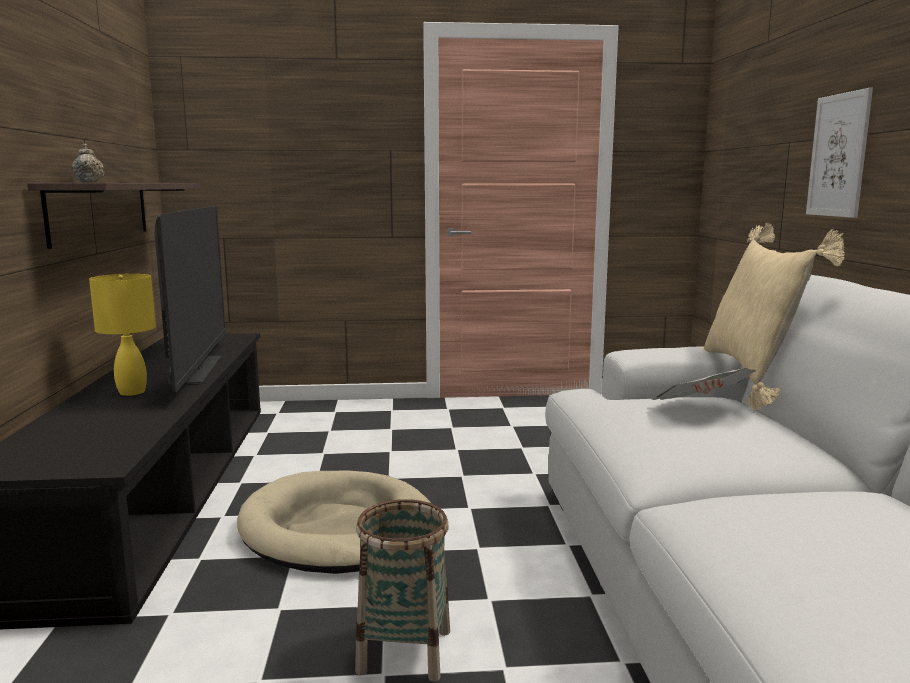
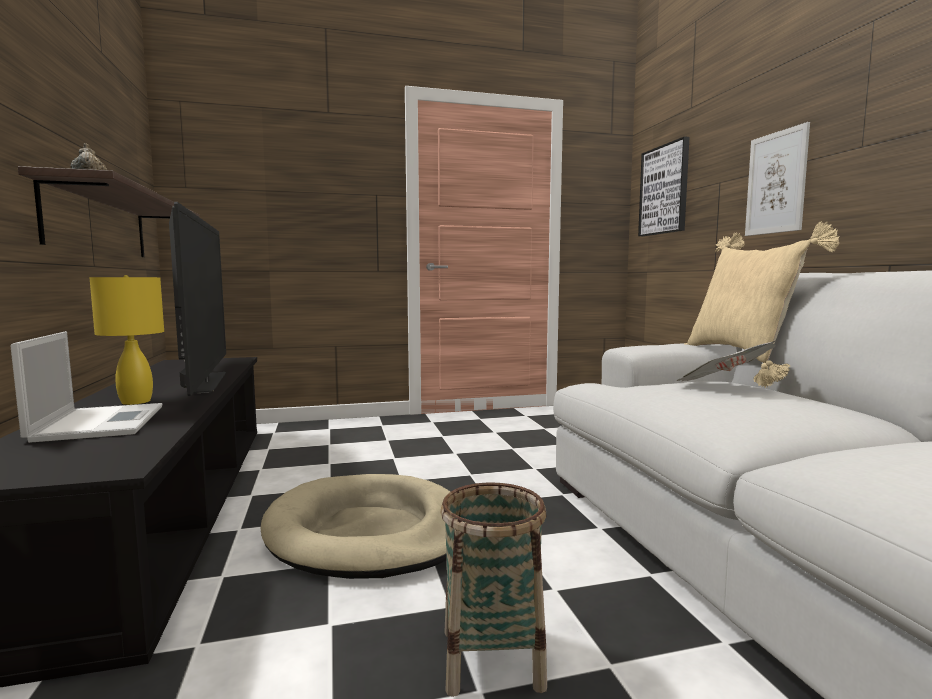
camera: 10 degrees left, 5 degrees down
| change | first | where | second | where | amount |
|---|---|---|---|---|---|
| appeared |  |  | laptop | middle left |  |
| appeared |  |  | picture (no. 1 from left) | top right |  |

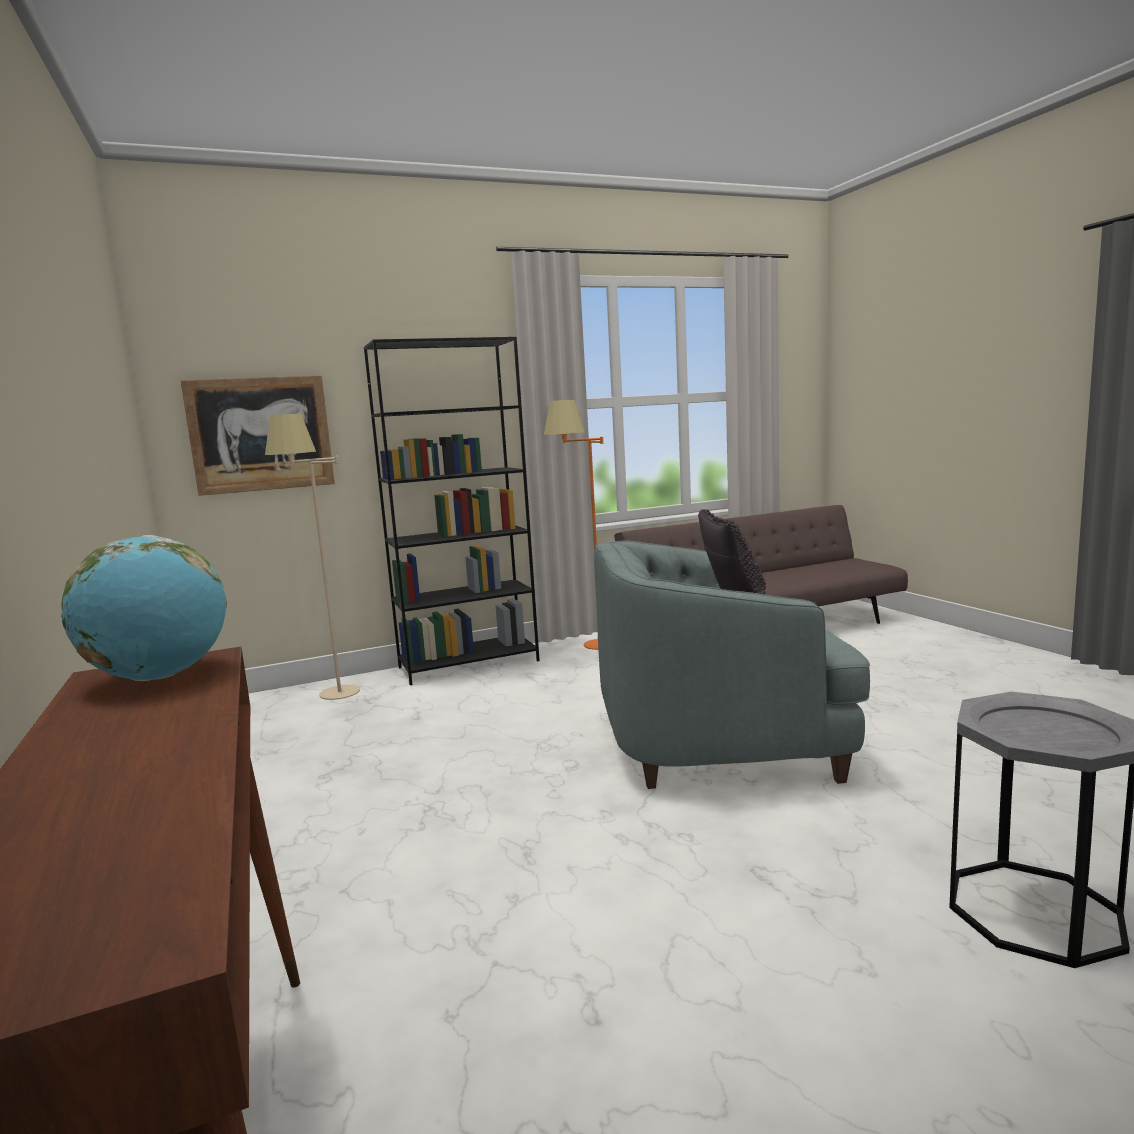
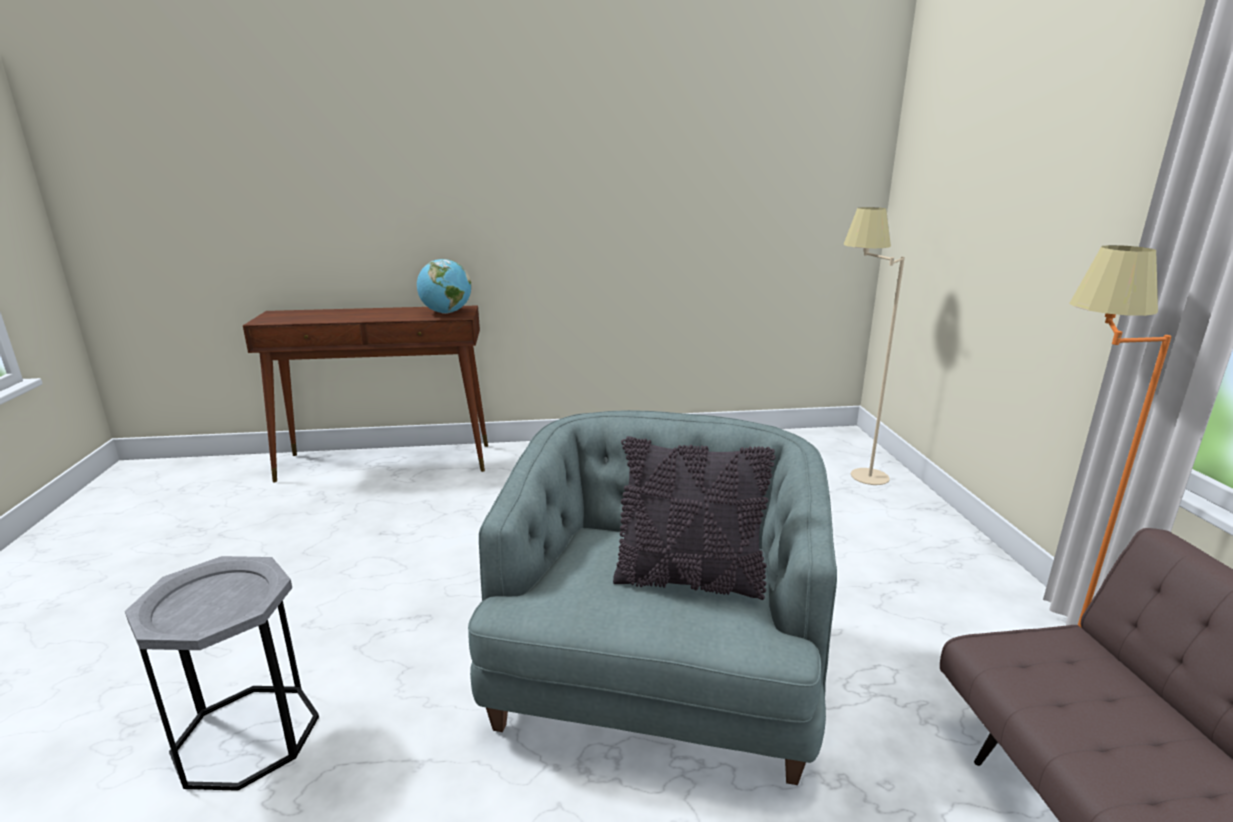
camera: 105 degrees right, 10 degrees up
| change | first | where | second | where | amount |
|---|---|---|---|---|---|
| missing | picture | middle left |  |  |  |
| missing | black bookcase | centre |  |  |  |

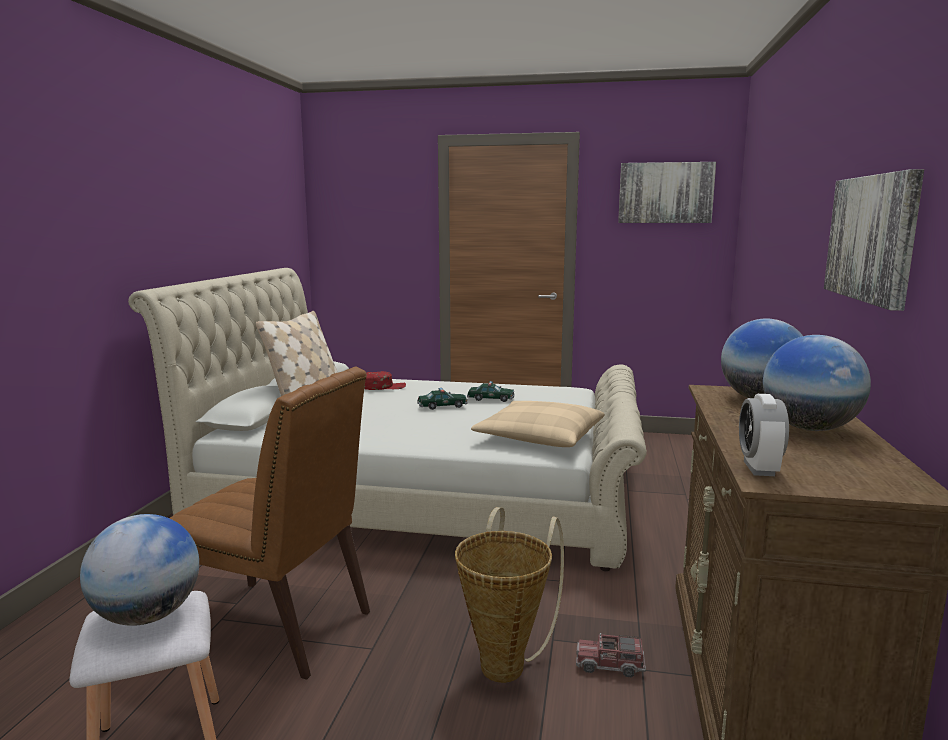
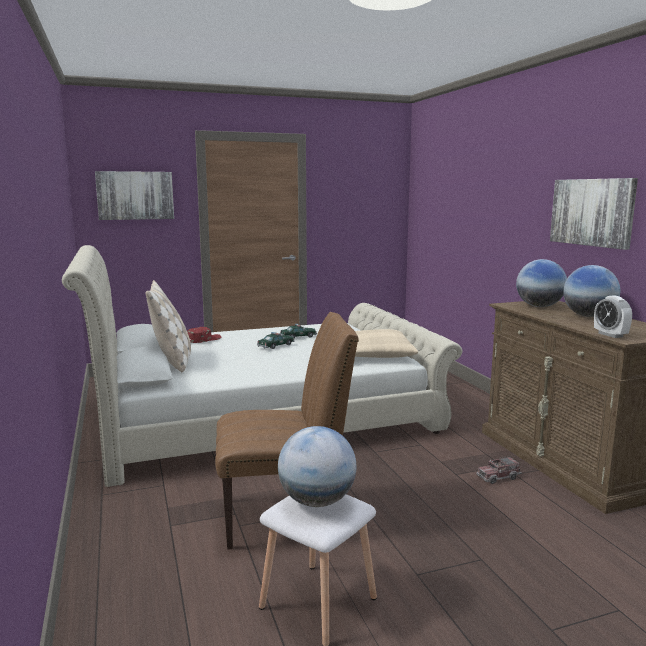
camera: 30 degrees left, 0 degrees up
| change | first | where | second | where | amount |
|---|---|---|---|---|---|
| missing | basket | bottom centre |  |  |  |
| relocated | picture (no. 1 from left) | top right |  | top left |  |

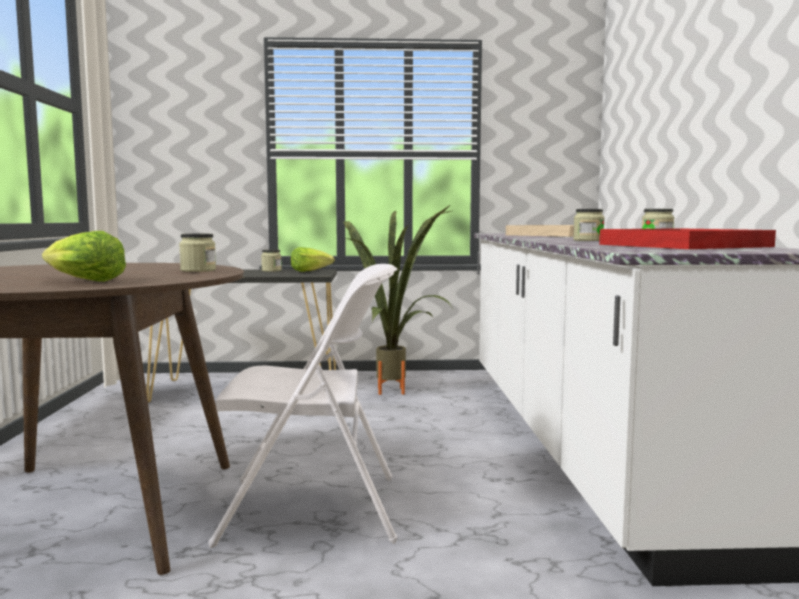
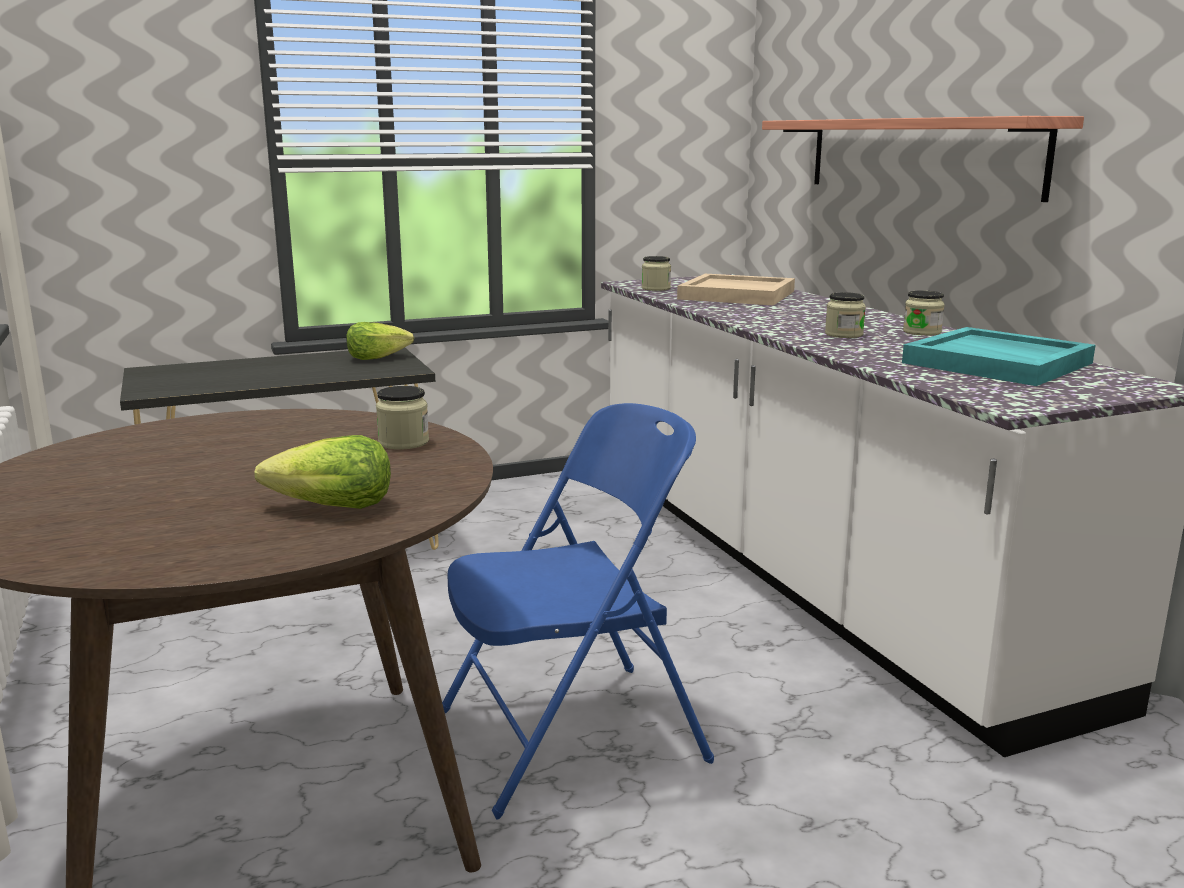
camera: 20 degrees left, 10 degrees up
| change | first | where | second | where | amount |
|---|---|---|---|---|---|
| missing | potted plant | centre |  |  |  |
| appeared |  |  | shelf | top right |  |
| relocated | jar (no. 2 from left) | centre |  | top centre |  |
| colour | white chair | bottom centre | blue chair | bottom centre |  |
| colour | red tray | middle right | turquoise tray | middle right |  |

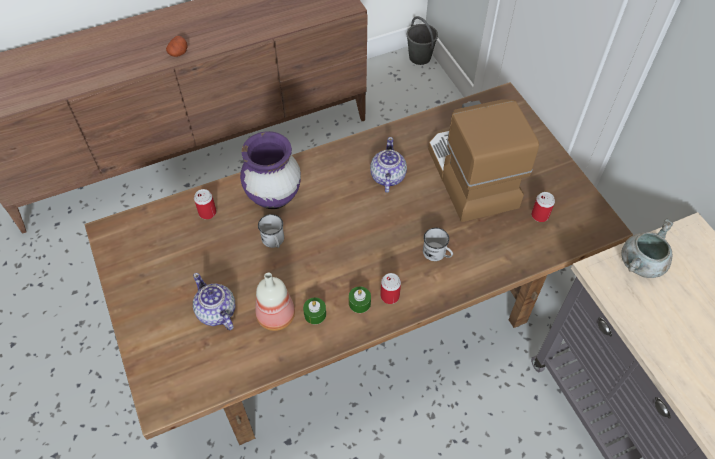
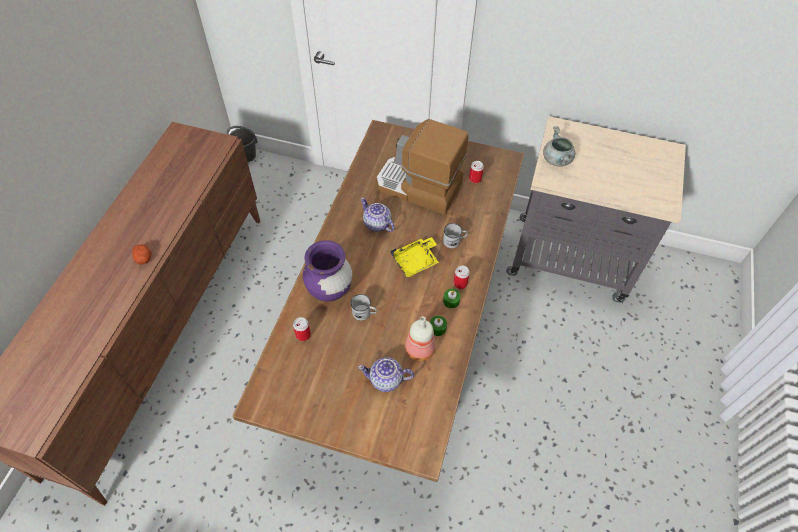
camera: 50 degrees left, 0 degrees up
| change | first | where | second | where | amount |
|---|---|---|---|---|---|
| appeared |  |  | yellow tray | centre |  |

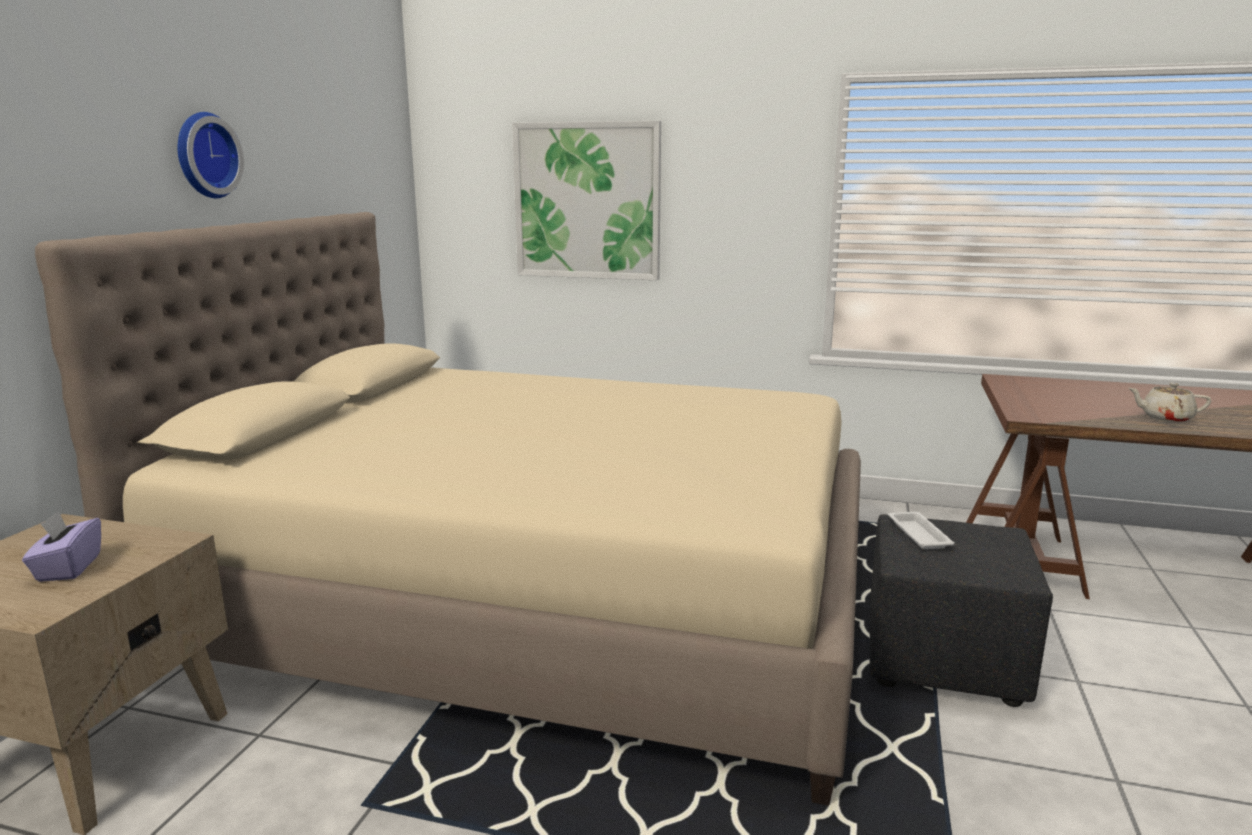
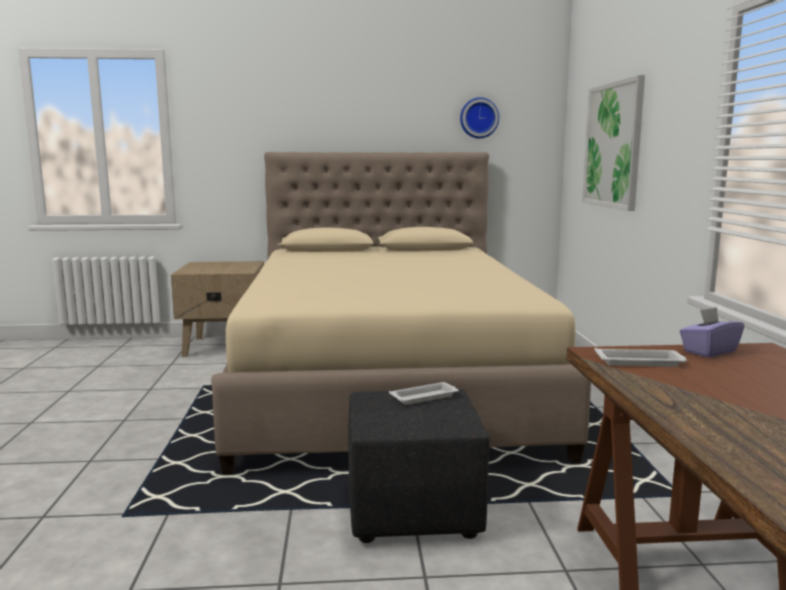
camera: 70 degrees right, 5 degrees down
| change | first | where | second | where | amount |
|---|---|---|---|---|---|
| missing | beige teapot | middle right |  |  |  |
| appeared |  |  | white tray (no. 2 from left) | middle right |  |
| relocated | purple tissue box | middle left |  | middle right |  |
| relocated | wall clock | top left |  | top centre |  |

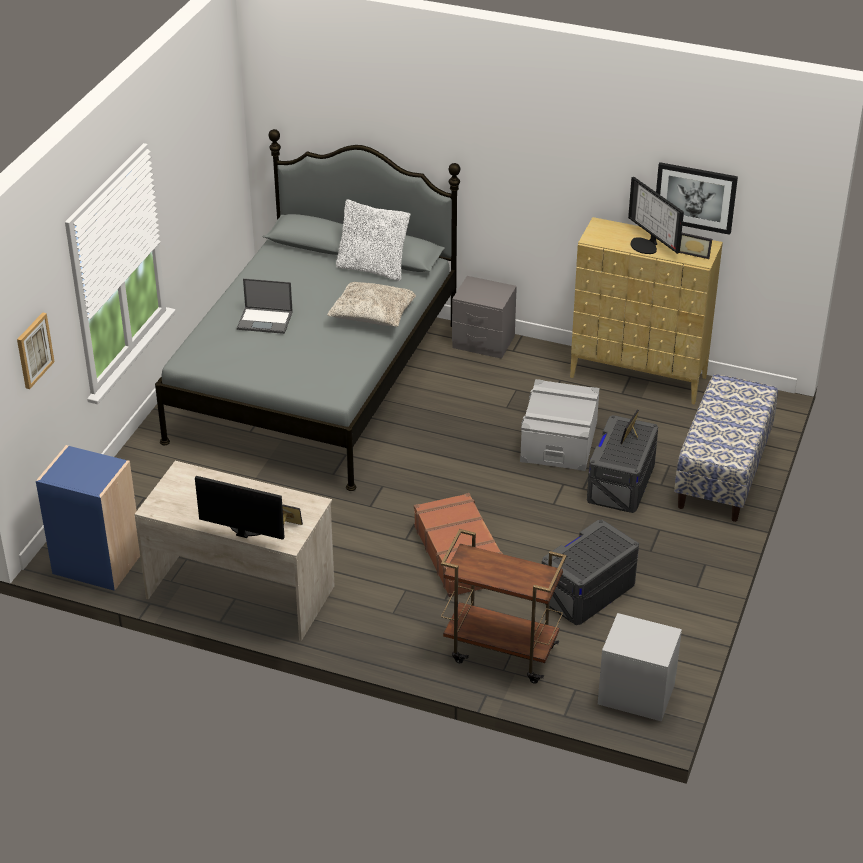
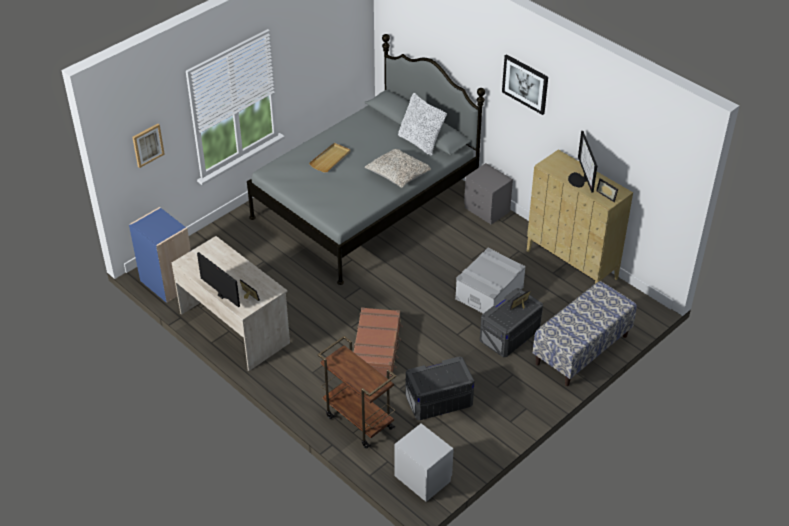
camera: 25 degrees right, 5 degrees up
| change | first | where | second | where | amount |
|---|---|---|---|---|---|
| relocated | picture (no. 2 from left) | top right |  | top centre |  |
| exchanged | laptop | middle left | beige tray | top centre |  |

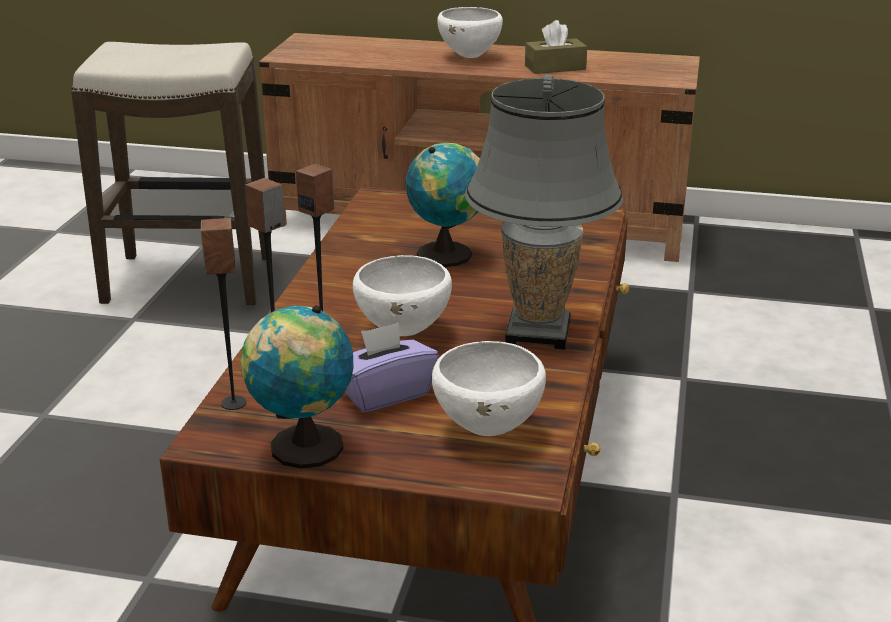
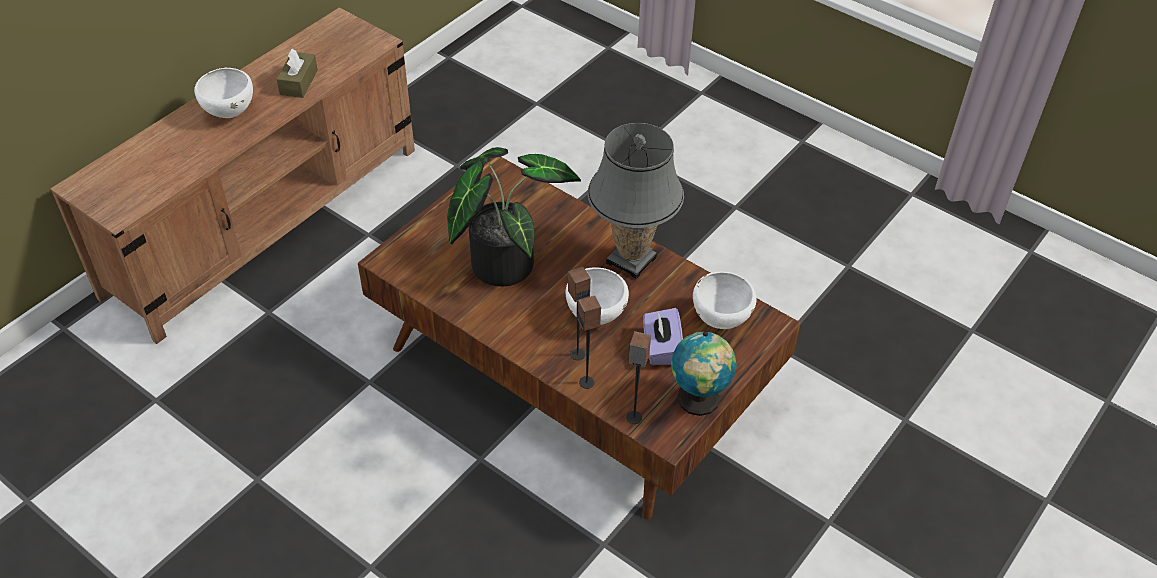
camera: 65 degrees left, 20 degrees up
| change | first | where | second | where | amount |
|---|---|---|---|---|---|
| missing | stool | top left |  |  |  |
| exchanged | globe (no. 2 from left) | top centre | potted plant | centre |  |

